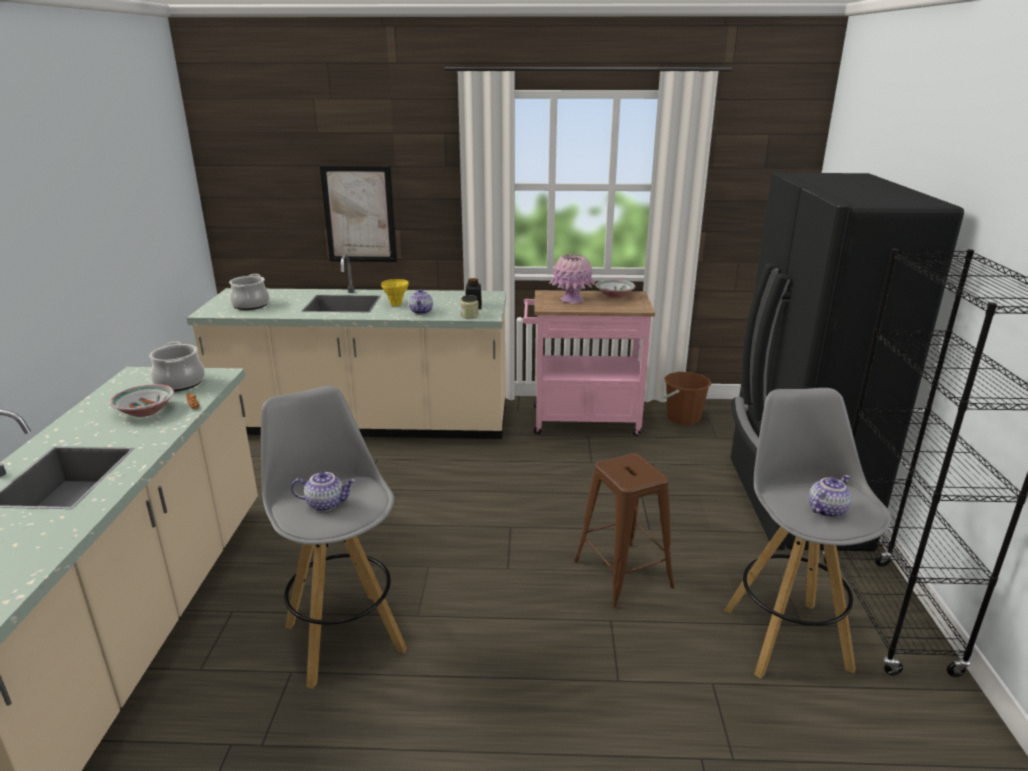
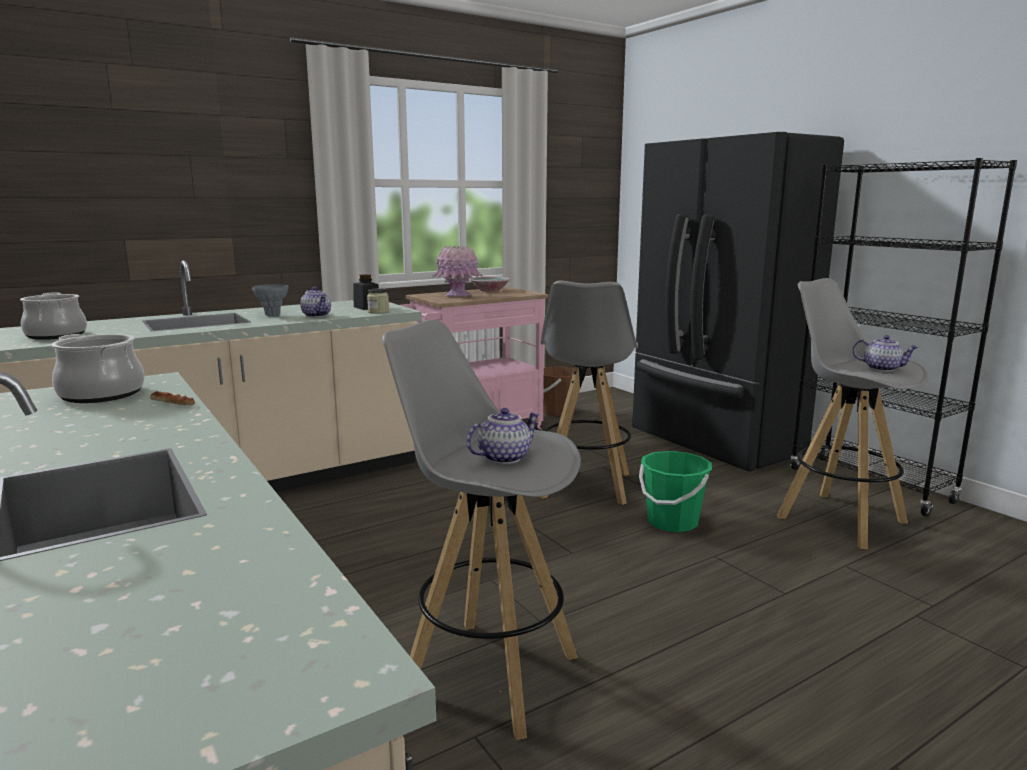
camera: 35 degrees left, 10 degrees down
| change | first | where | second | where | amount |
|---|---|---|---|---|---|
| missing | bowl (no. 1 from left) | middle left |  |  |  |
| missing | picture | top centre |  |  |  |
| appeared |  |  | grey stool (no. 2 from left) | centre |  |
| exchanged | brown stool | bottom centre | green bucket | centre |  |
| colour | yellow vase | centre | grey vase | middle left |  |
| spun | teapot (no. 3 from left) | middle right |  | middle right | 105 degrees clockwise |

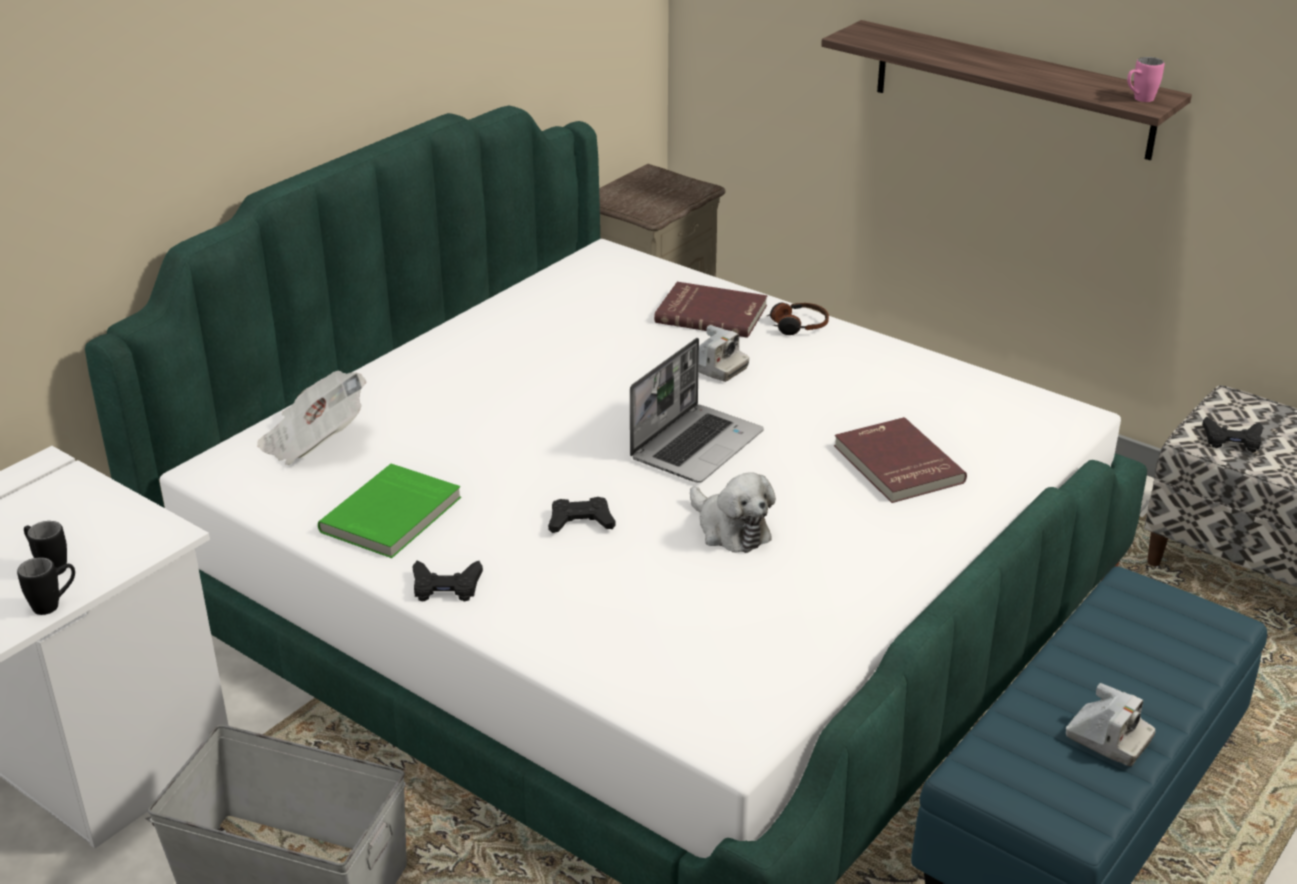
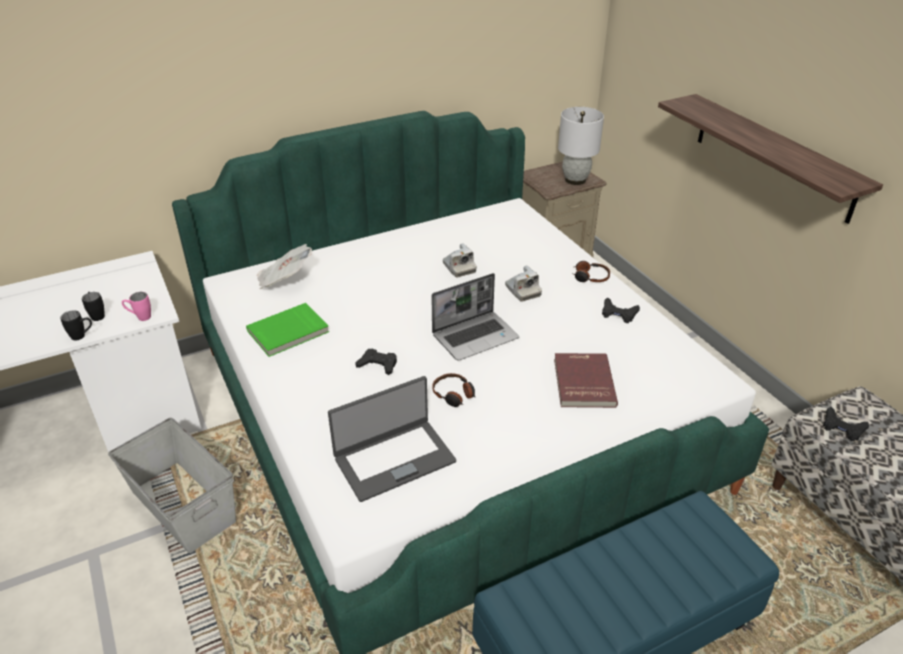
camera: 25 degrees right, 5 degrees up
| change | first | where | second | where | amount |
|---|---|---|---|---|---|
| missing | red book (no. 1 from left) | centre |  |  |  |
| appeared |  |  | laptop (no. 1 from left) | bottom centre |  |
| appeared |  |  | white table lamp | top centre |  |
| relocated | black game controller (no. 1 from left in the first image) | centre | black game controller (no. 2 from left) | middle right |  |
| relocated | photo camera (no. 2 from left in the first image) | bottom right | photo camera (no. 1 from left) | centre |  |
| relocated | pink mug | top right |  | middle left |  |
| exchanged | plush toy | centre | headphones (no. 1 from left) | centre |  |

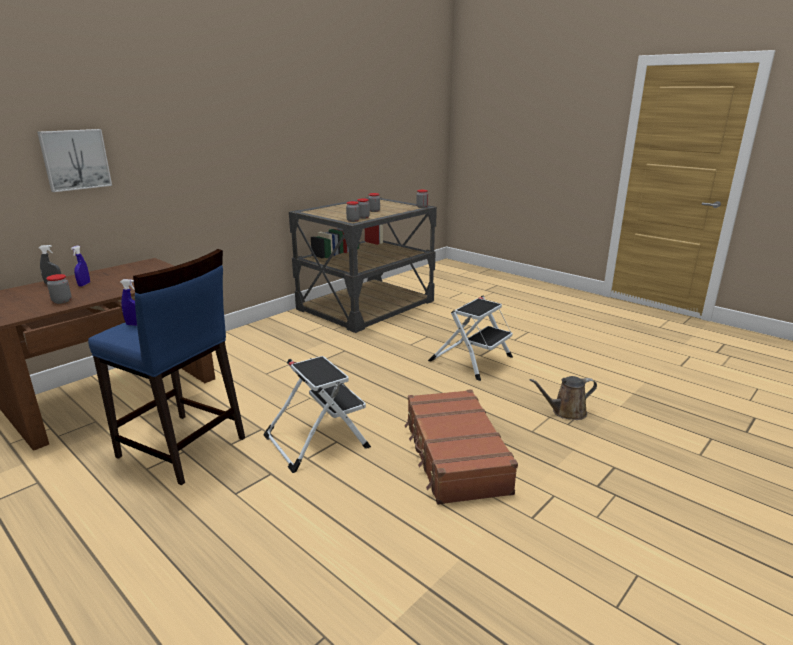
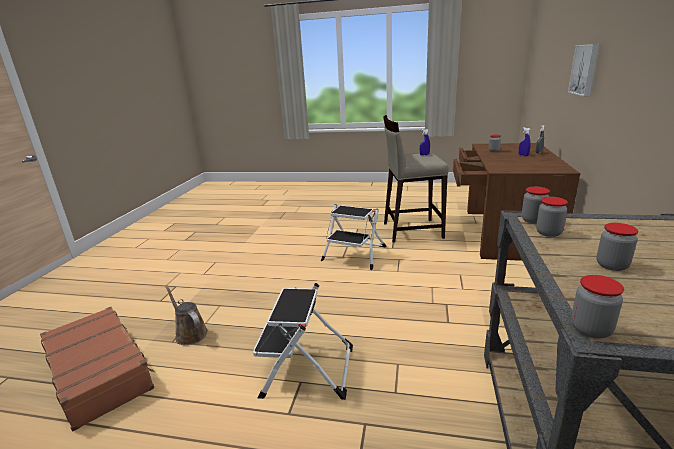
camera: 150 degrees right, 0 degrees up
| change | first | where | second | where | amount |
|---|---|---|---|---|---|
| relocated | brown suitcase | bottom centre |  | bottom left |  |
| colour | blue stool | middle left | beige stool | centre |  |
| spun | brown watering can | middle right |  | bottom left | 90 degrees counterclockwise |

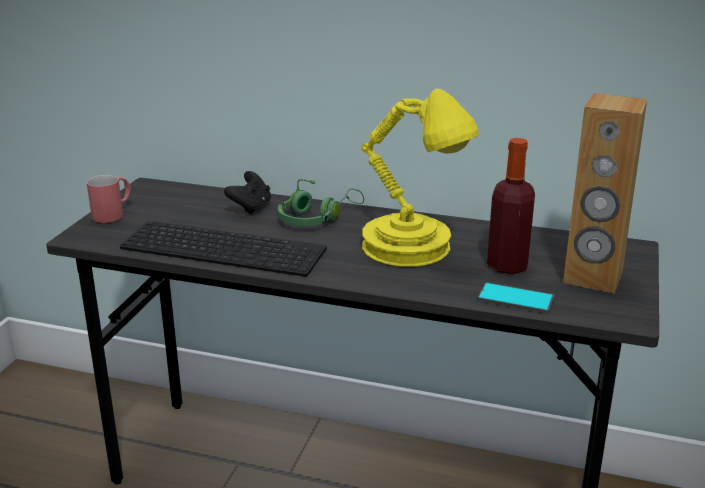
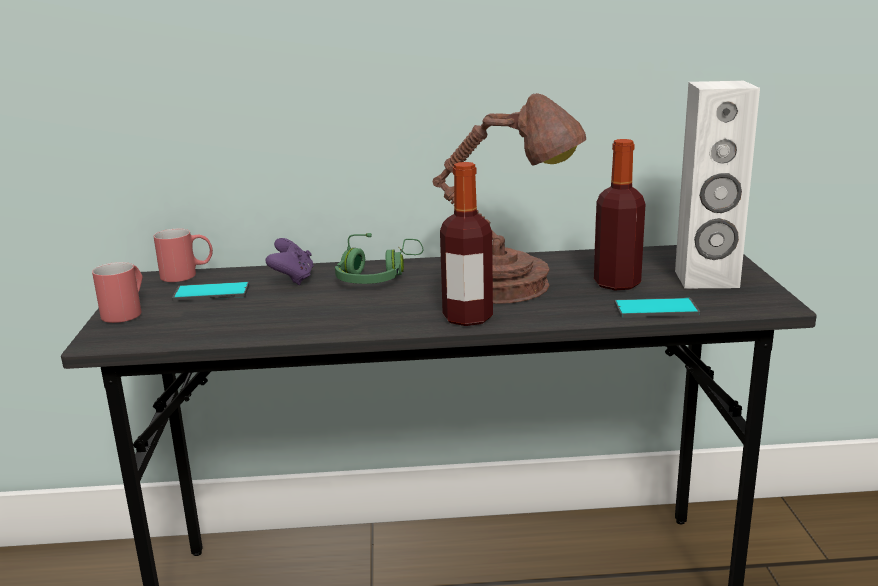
camera: 20 degrees left, 5 degrees down
| change | first | where | second | where | amount |
|---|---|---|---|---|---|
| missing | keyboard | middle left |  |  |  |
| appeared |  |  | red mug (no. 2 from left) | middle left |  |
| appeared |  |  | phone (no. 1 from left) | middle left |  |
| appeared |  |  | bottle (no. 1 from left) | centre |  |
| colour | black game controller | centre | purple game controller | middle left |  |
| colour | yellow table lamp | centre | brown table lamp | centre |  |
| colour | brown speaker | middle right | white speaker | top right |  |

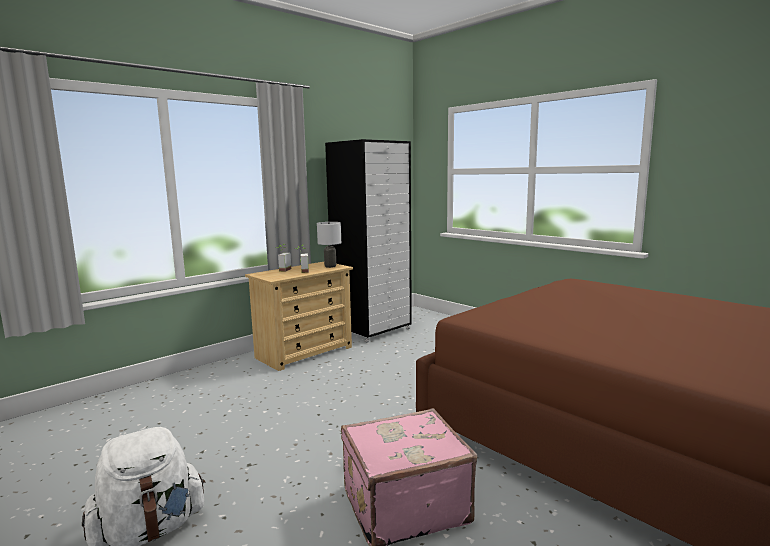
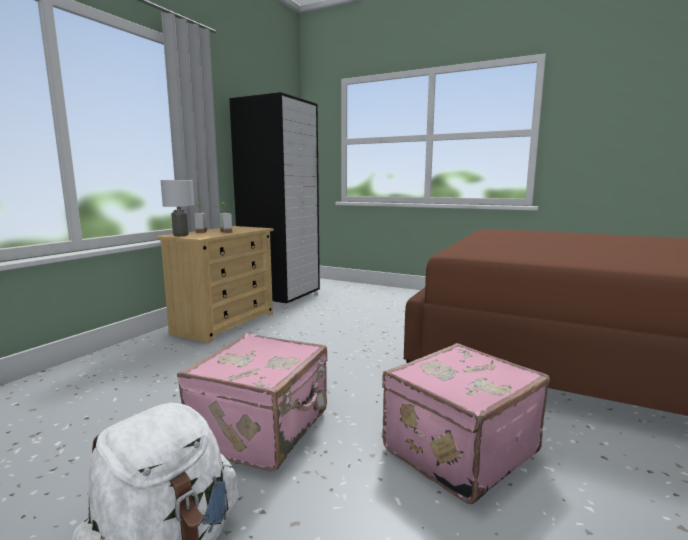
camera: 20 degrees left, 0 degrees up
| change | first | where | second | where | amount |
|---|---|---|---|---|---|
| appeared |  |  | pink suitcase (no. 1 from left) | bottom centre |  |
| relocated | white table lamp | centre |  | middle left |  |

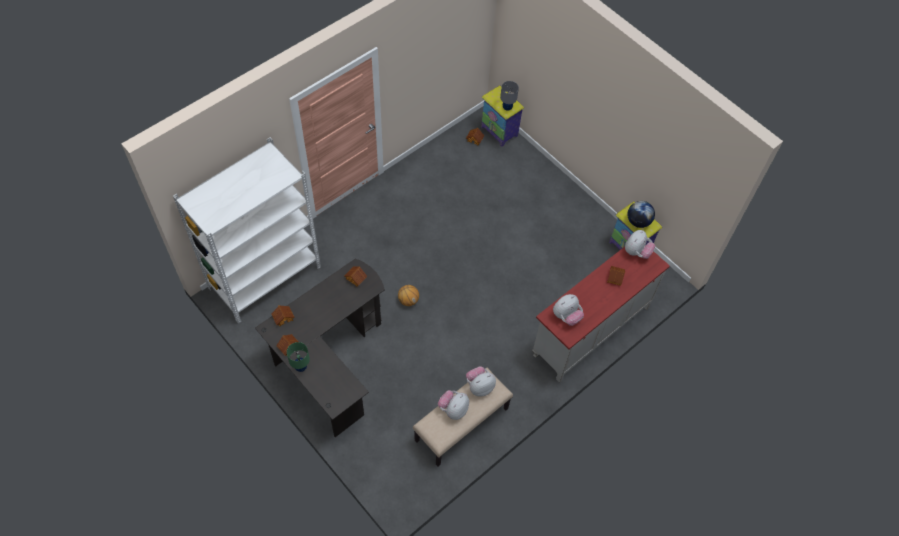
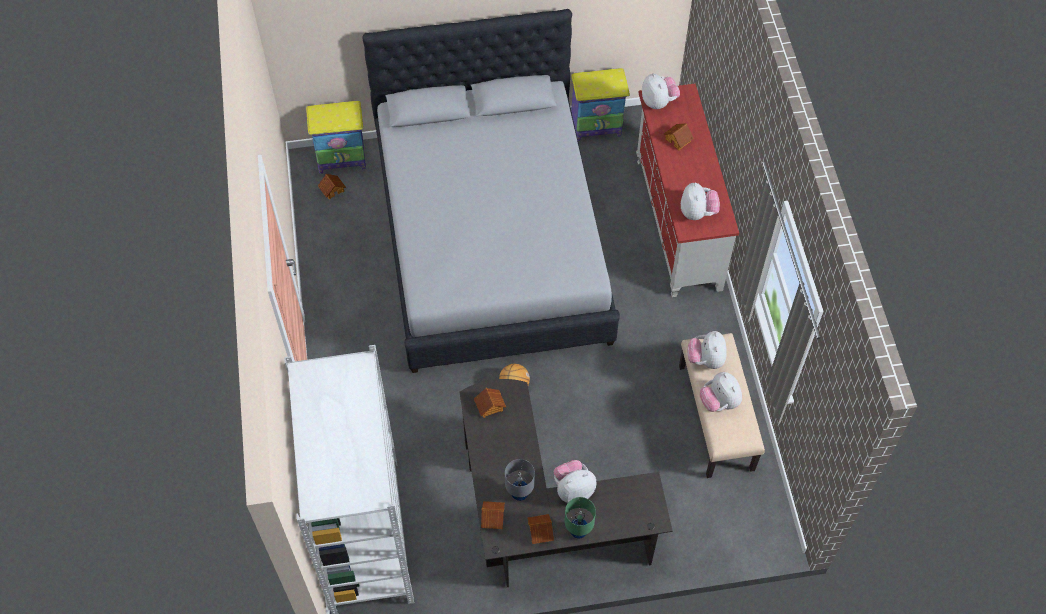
camera: 55 degrees left, 0 degrees up
| change | first | where | second | where | amount |
|---|---|---|---|---|---|
| missing | globe | middle right |  |  |  |
| appeared |  |  | grey bed | top centre |  |
| appeared |  |  | plush toy (no. 1 from left) | bottom centre |  |
| relocated | grey table lamp | top centre |  | bottom centre |  |

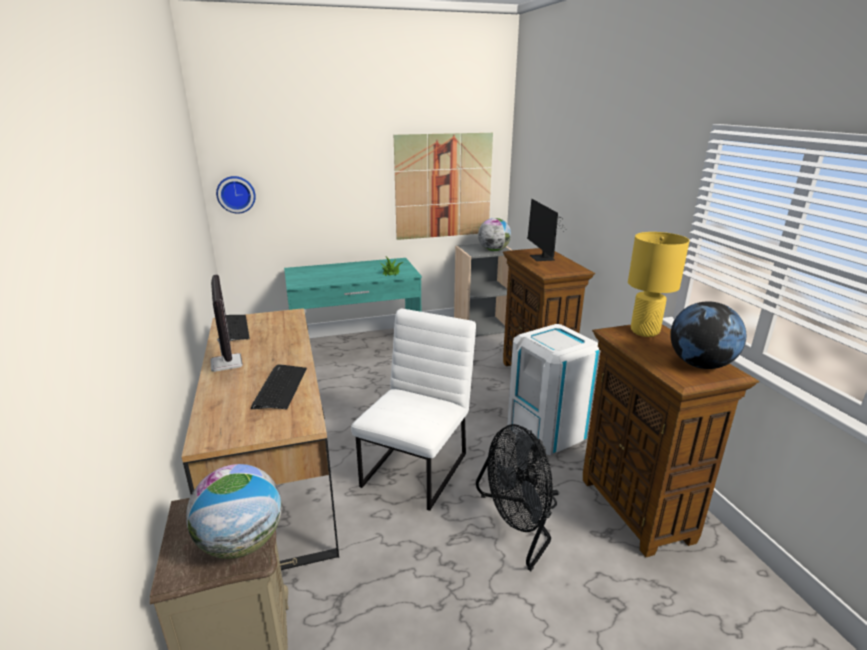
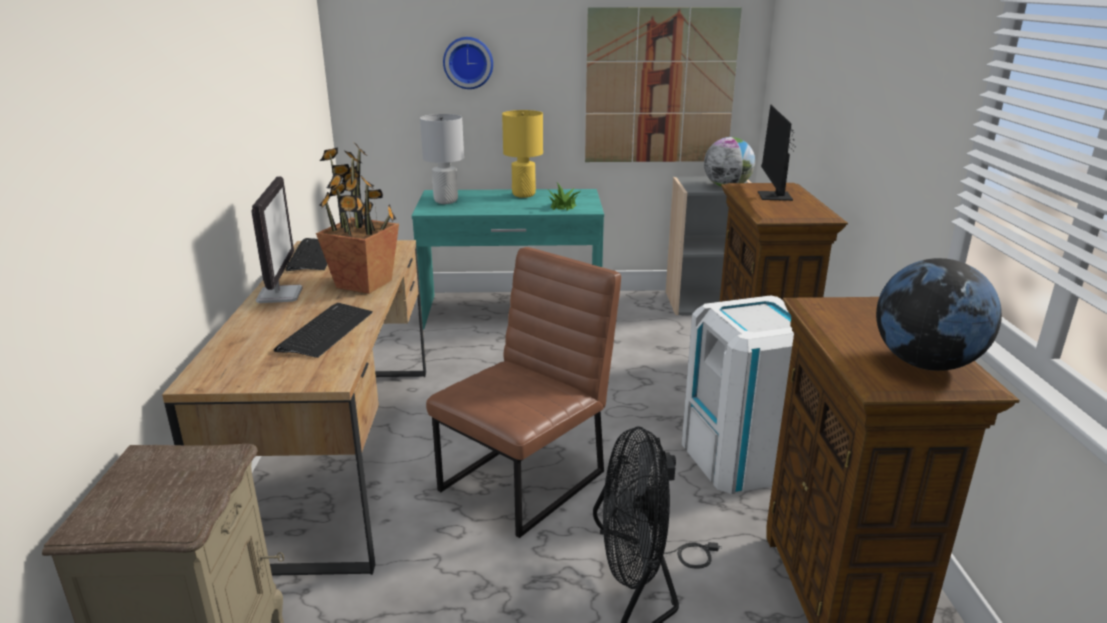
camera: 15 degrees right, 0 degrees up
| change | first | where | second | where | amount |
|---|---|---|---|---|---|
| missing | globe (no. 1 from left) | bottom left |  |  |  |
| appeared |  |  | potted plant (no. 1 from left) | middle left |  |
| appeared |  |  | grey table lamp | top centre |  |
| relocated | wall clock | top left |  | top centre |  |
| relocated | yellow table lamp | middle right |  | top centre |  |
| colour | white chair | centre | brown chair | centre |  |

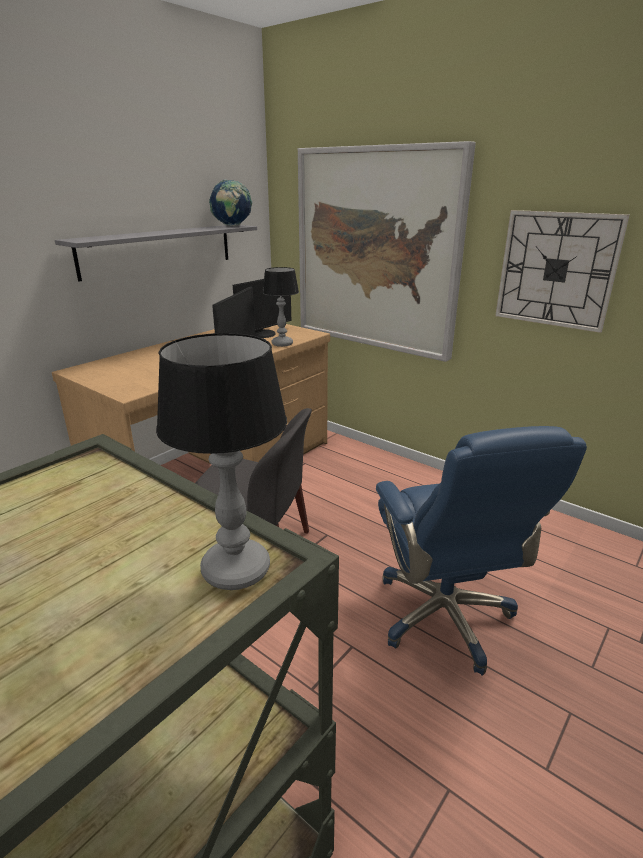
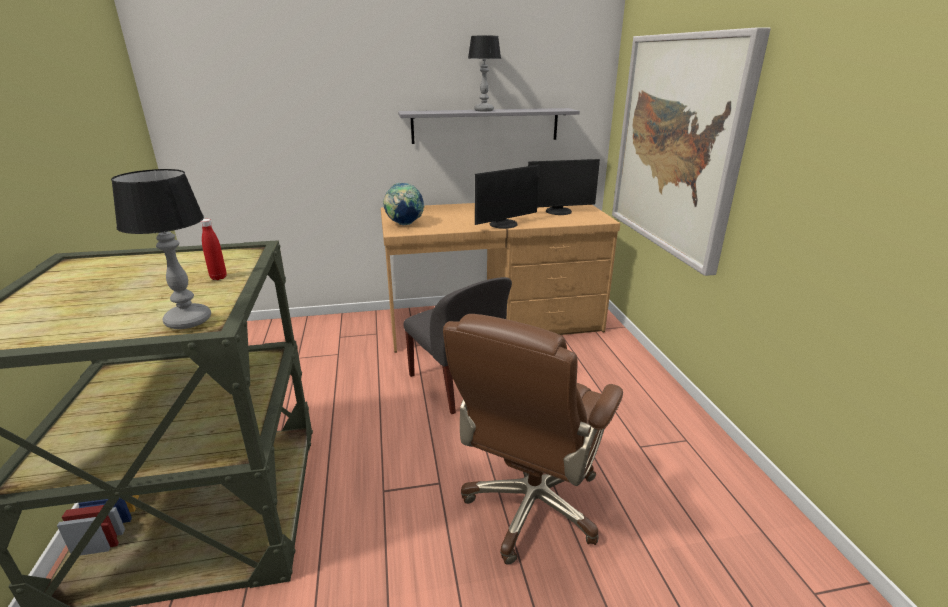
camera: 40 degrees right, 0 degrees up
| change | first | where | second | where | amount |
|---|---|---|---|---|---|
| missing | wall clock | top right |  |  |  |
| appeared |  |  | red bottle | middle left |  |
| relocated | globe | top centre |  | centre |  |
| relocated | table lamp (no. 2 from left) | centre |  | top centre |  |
| colour | blue office chair | middle right | brown office chair | bottom centre |  |

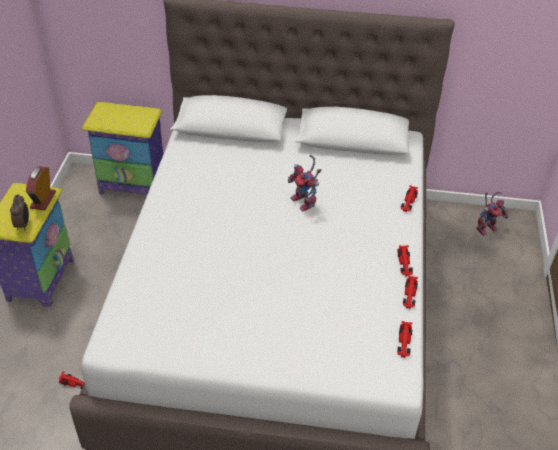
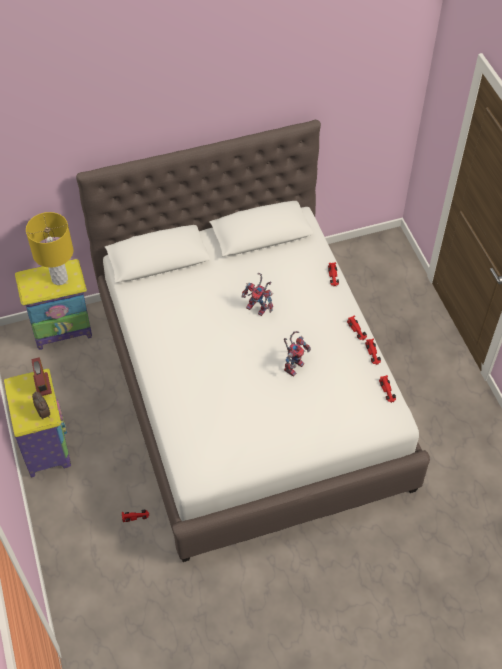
camera: 25 degrees left, 10 degrees up
| change | first | where | second | where | amount |
|---|---|---|---|---|---|
| appeared |  |  | yellow table lamp | middle left |  |
| relocated | toy robot (no. 2 from left) | middle right |  | centre |  |

